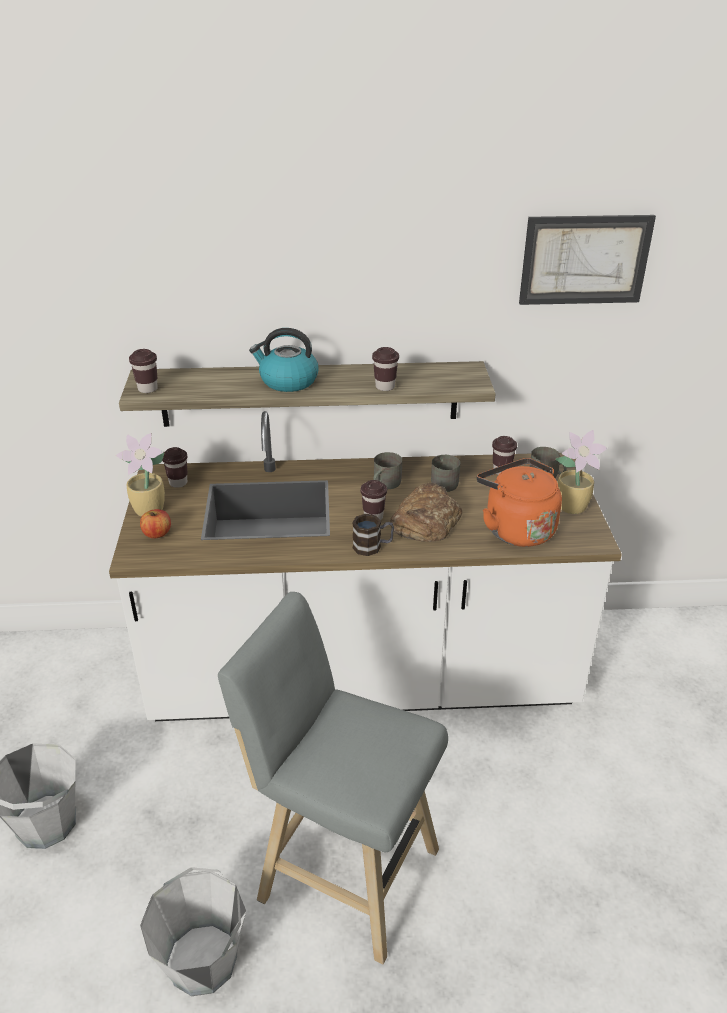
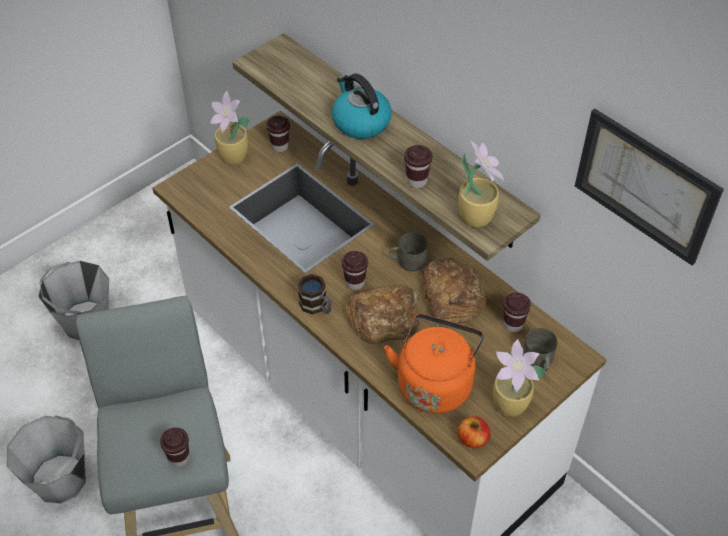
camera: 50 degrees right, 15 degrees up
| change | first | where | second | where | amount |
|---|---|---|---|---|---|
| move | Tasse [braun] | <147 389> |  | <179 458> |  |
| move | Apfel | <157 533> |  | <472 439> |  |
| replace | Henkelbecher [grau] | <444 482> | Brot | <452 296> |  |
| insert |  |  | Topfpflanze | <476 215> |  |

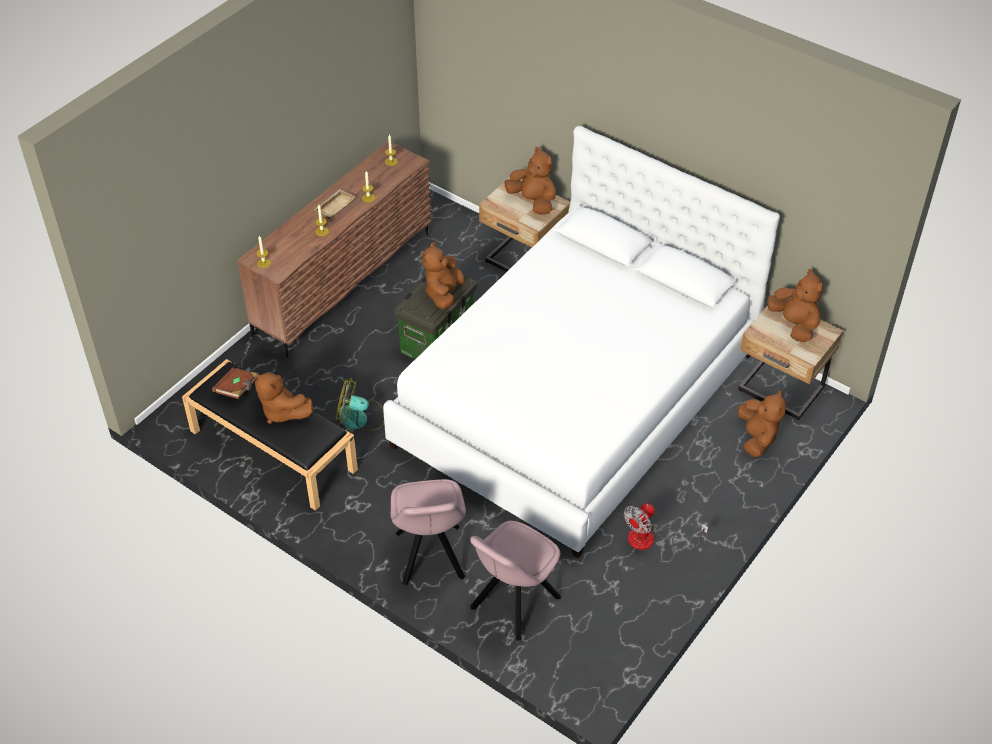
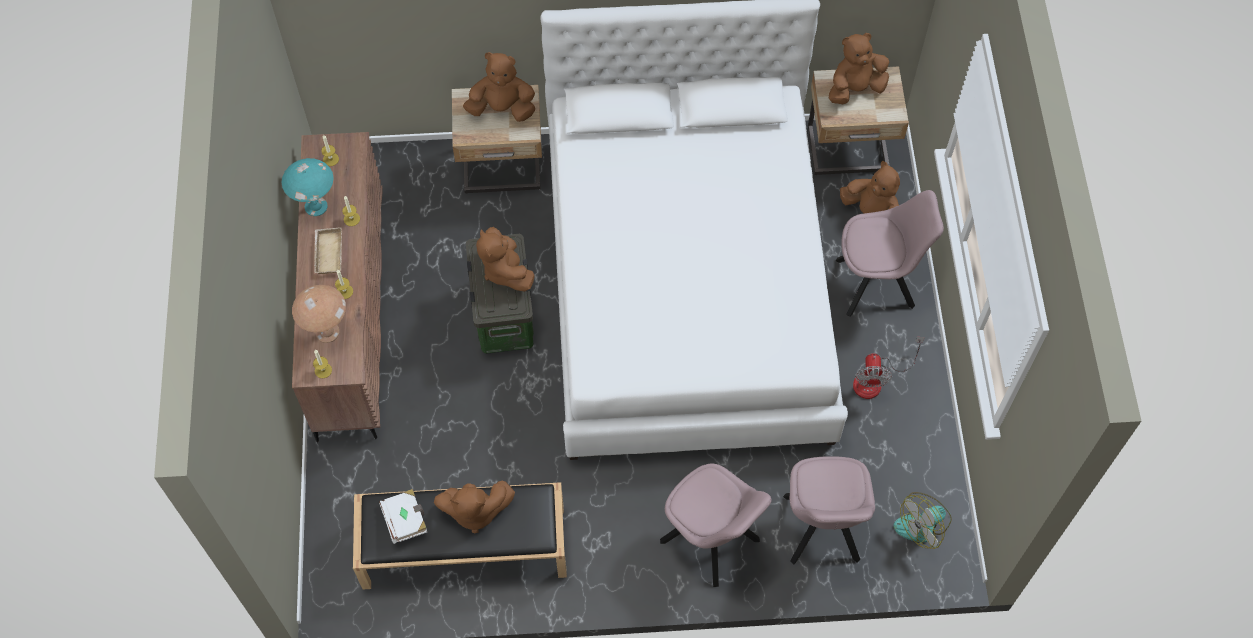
camera: 40 degrees left, 15 degrees up
| change | first | where | second | where | amount |
|---|---|---|---|---|---|
| recolor | Buch [braun] | <237 389> | Buch [weiß] | <405 520> |  |
| move | Ventilator | <360 419> |  | <923 523> |  |
| rotate | Plüschtier [braun] | <794 324> |  | <855 88> | 45 degrees counterclockwise |
| insert |  |  | Tischlampe [türkis] | <316 206> |  |
| insert |  |  | Tischlampe [braun] | <327 332> |  |
| insert |  |  | Stuhl [rosa] | <876 284> |  |

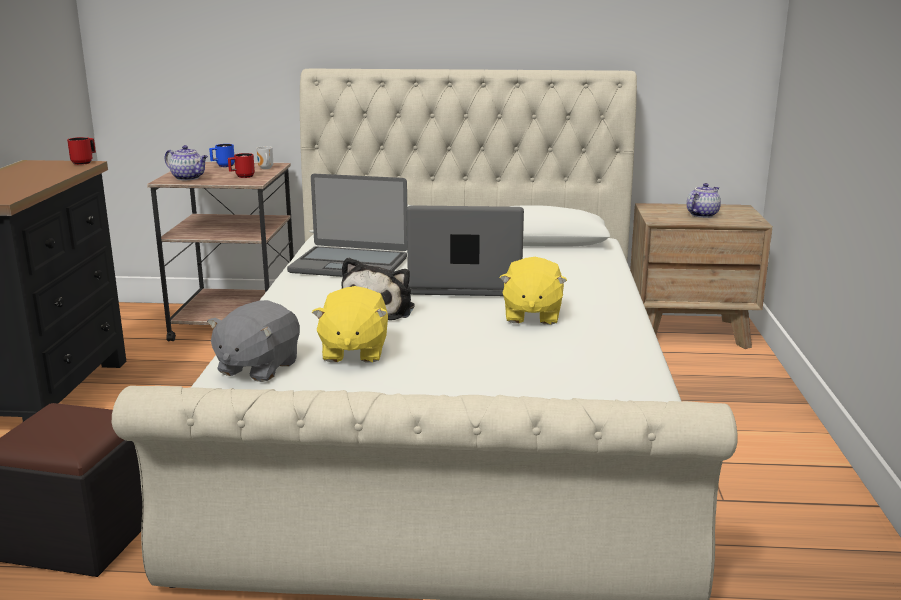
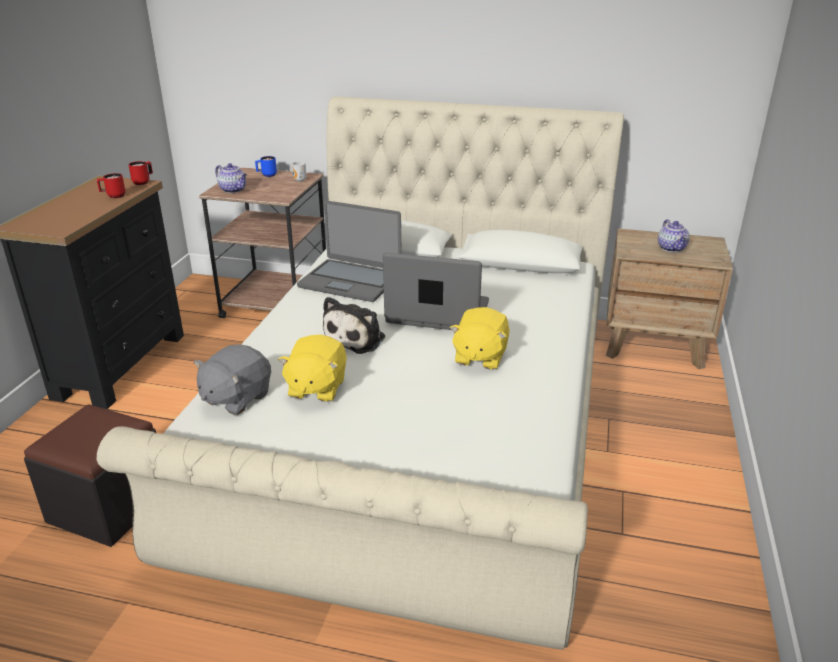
camera: 10 degrees right, 10 degrees up
| change | first | where | second | where | amount |
|---|---|---|---|---|---|
| move | Henkelbecher [rot] | <242 176> |  | <113 196> |  |
| rotate | Teekanne | <701 215> |  | <672 248> | 120 degrees clockwise |

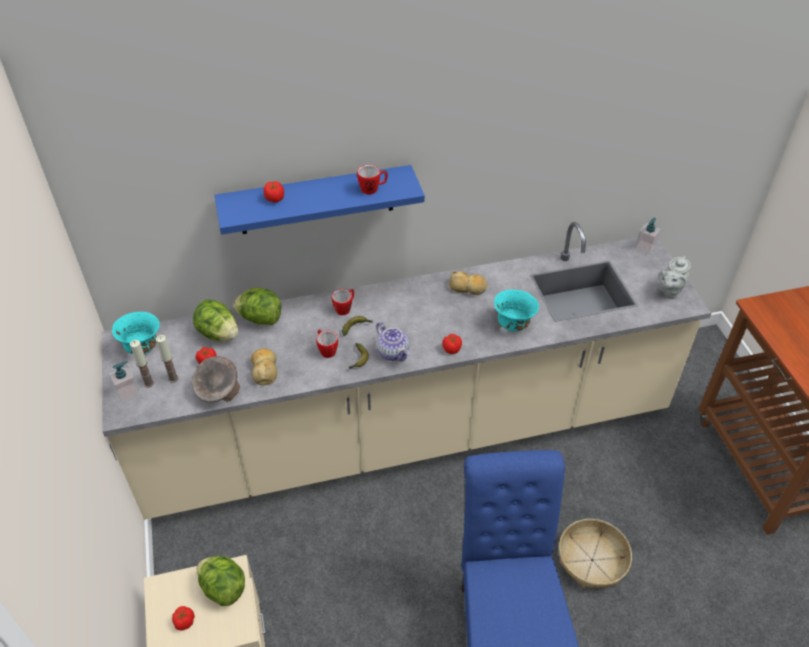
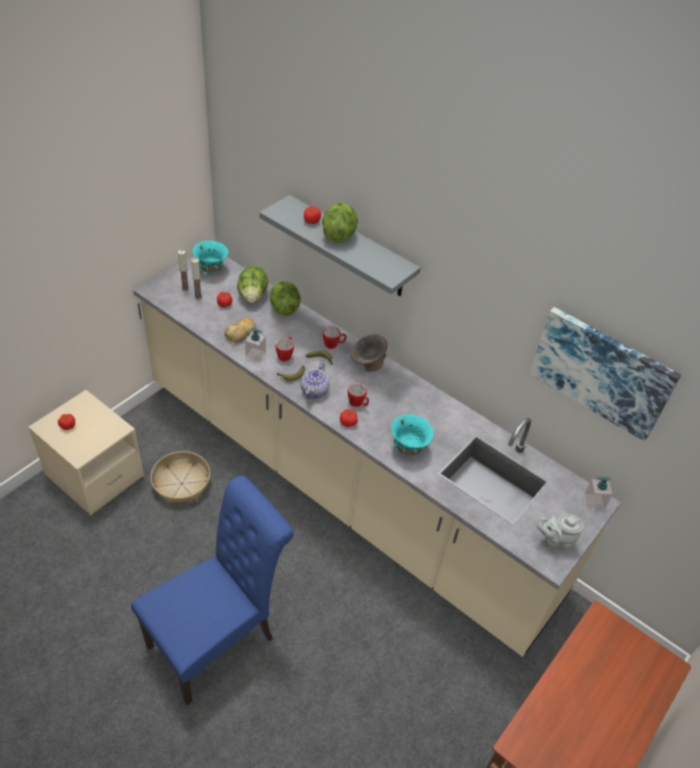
camera: 50 degrees right, 0 degrees up
| change | first | where | second | where | amount |
|---|---|---|---|---|---|
| move | Seifenspender | <128 392> |  | <255 354> |  |
| move | Schüssel [grau] | <219 393> |  | <367 363> |  |
| move | Salatkopf | <223 588> |  | <338 235> |  |
| recolor | Wandregal [blau] | <316 200> | Wandregal [grau] | <350 247> |  |
| move | Henkelbecher | <373 189> |  | <358 403> |  |
| delete | Brot | <468 287> |  |  |  |
| move | Korb | <592 559> |  | <182 483> |  |
| insert |  |  | Bild | <602 371> |  |

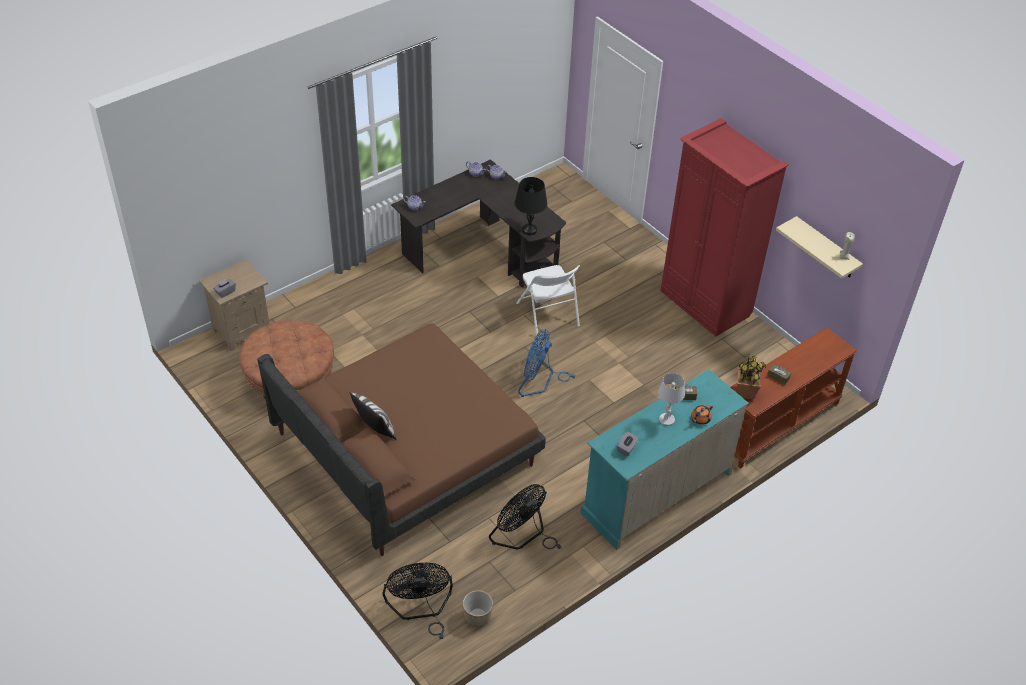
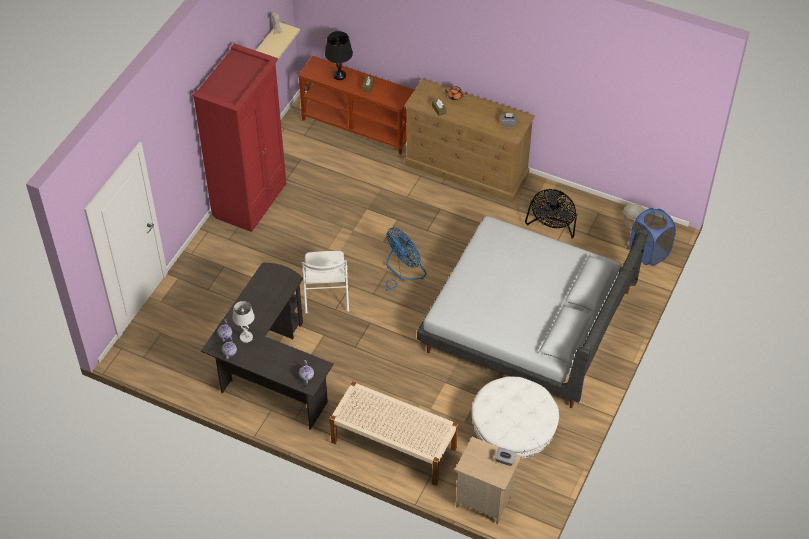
camera: 115 degrees left, 5 degrees up
| change | first | where | second | where | amount |
|---|---|---|---|---|---|
| recolor | Polsterhocker [braun] | <290 379> | Polsterhocker [weiß] | <513 432> |  |
| recolor | Bett [braun] | <406 449> | Bett [grau] | <528 321> |  |
| delete | Kissen | <375 429> |  |  |  |
| replace | Ventilator [schwarz] | <422 609> | Wäschekorb [blau] | <649 253> |  |
| move | Tischlampe [schwarz] | <529 230> |  | <339 75> |  |
| rotate | Stuhl [weiß] | <547 314> |  | <326 293> | 135 degrees clockwise |
| rotate | Ventilator [blau] | <541 378> |  | <400 270> | 120 degrees counterclockwise |
| recolor | Kommode [türkis] | <655 493> | Kommode [braun] | <467 170> |  |
| move | Tischlampe [weiß] | <666 419> |  | <246 337> |  |
| delete | Topfpflanze | <745 392> |  |  |  |
| insert |  |  | Bank [beige] | <393 445> |  |

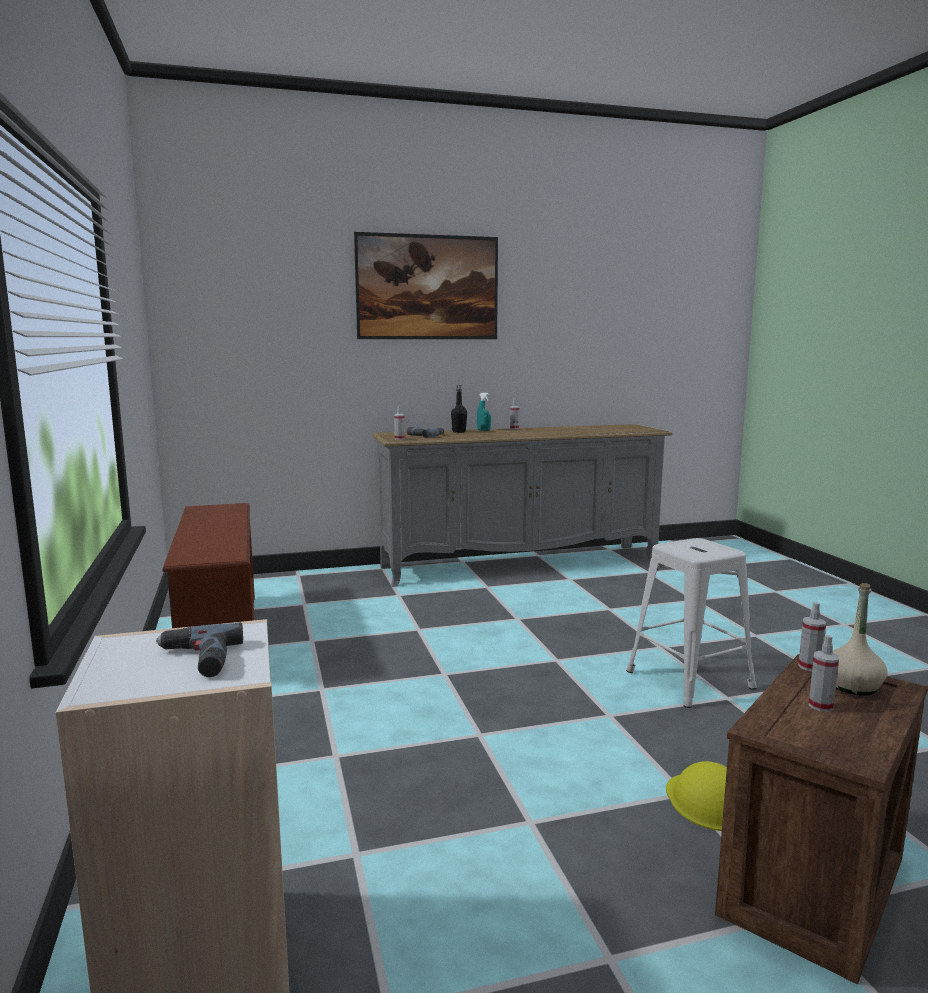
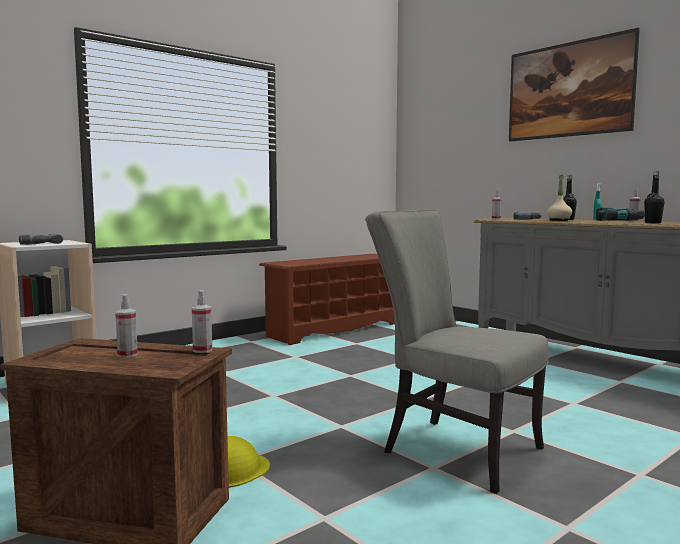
camera: 65 degrees right, 5 degrees down
| change | first | where | second | where | amount |
|---|---|---|---|---|---|
| replace | Hocker [weiß] | <689 679> | Stuhl [grau] | <452 448> |  |
| move | Flasche [beige] | <853 686> |  | <559 220> |  |
| insert |  |  | Bohrmaschine | <618 221> |  |
| insert |  |  | Flasche [schwarz] | <653 223> |  |

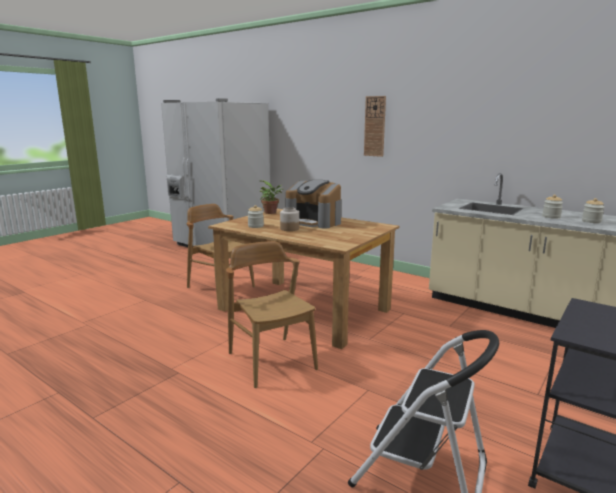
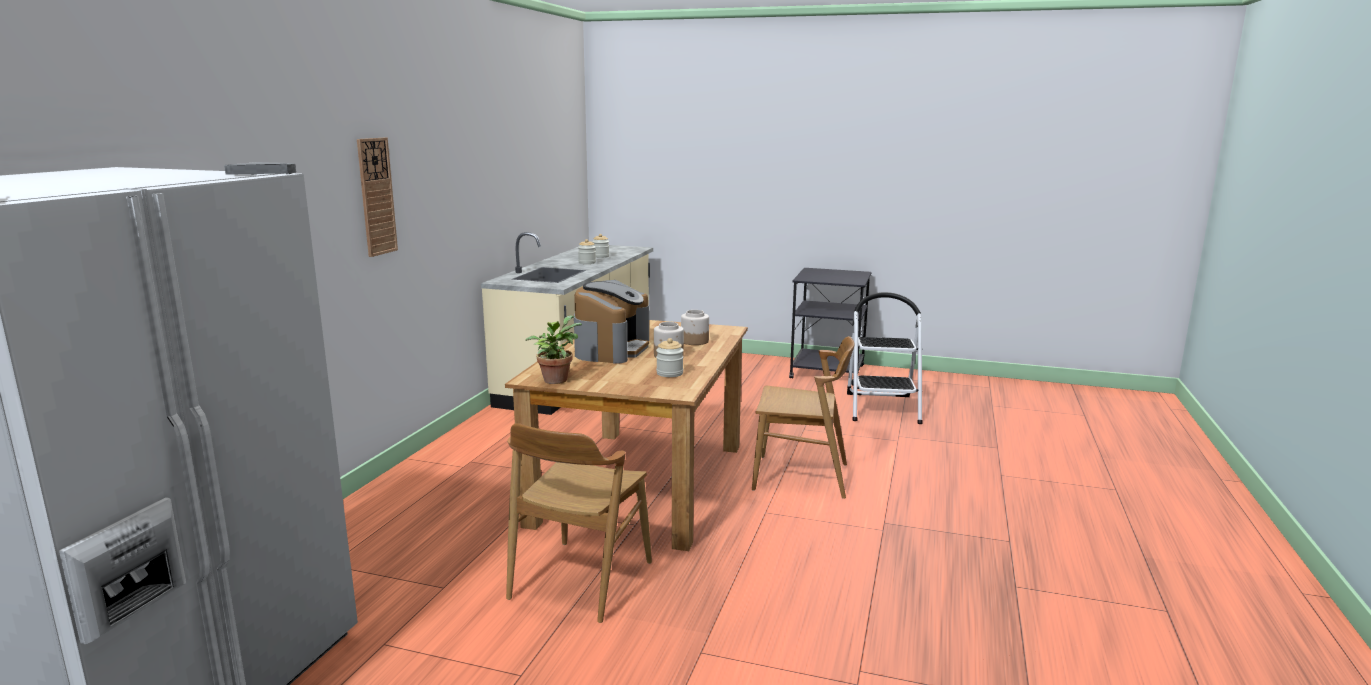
camera: 110 degrees left, 0 degrees up
| change | first | where | second | where | amount |
|---|---|---|---|---|---|
| rotate | Stuhl [braun] | <272 361> |  | <801 477> | 120 degrees counterclockwise |
| insert |  |  | Vorratsglas | <695 341> |  |

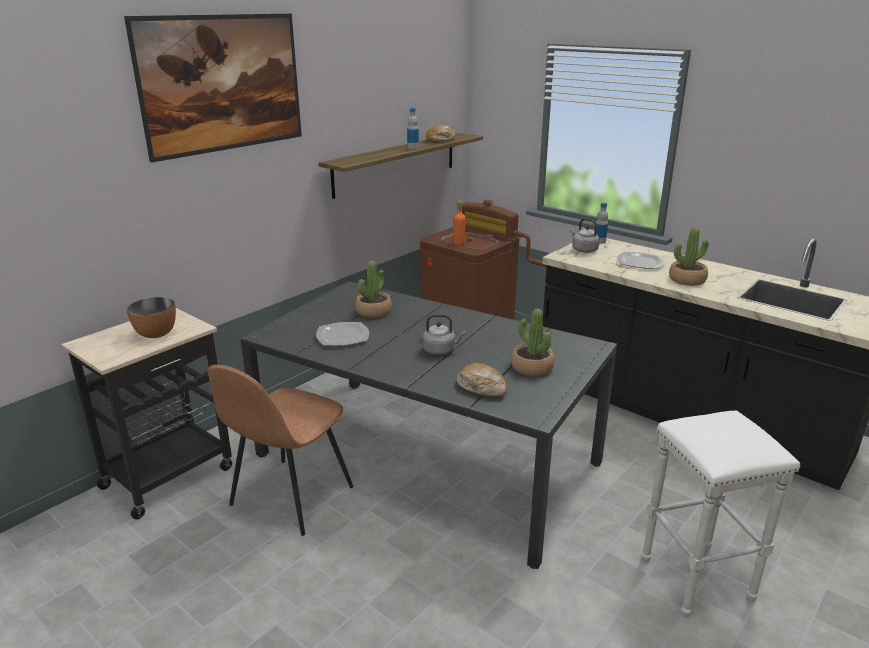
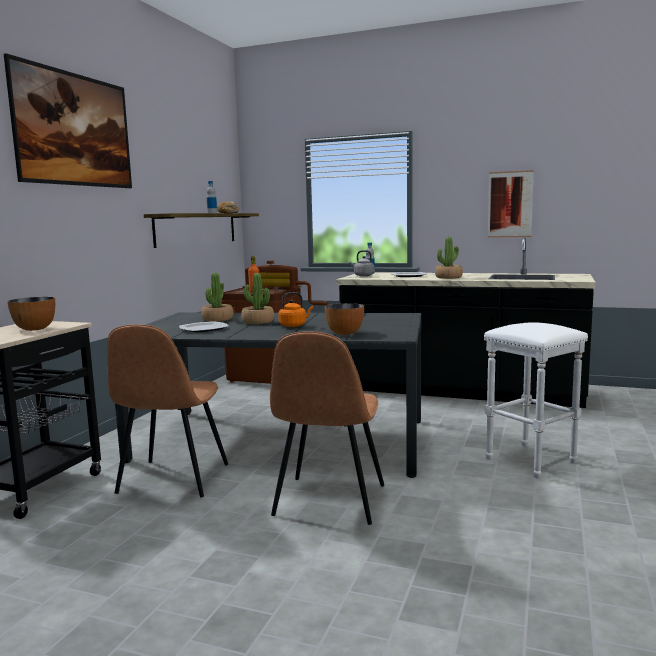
camera: 20 degrees left, 15 degrees down
| change | first | where | second | where | amount |
|---|---|---|---|---|---|
| recolor | Wasserkessel [grau] | <441 350> | Wasserkessel [orange] | <294 325> |  |
| replace | Brot | <482 387> | Schüssel | <345 333> |  |
| move | Topfpflanze | <531 367> |  | <257 322> |  |
| insert |  |  | Stuhl [braun] | <329 501> |  |
| insert |  |  | Bild | <510 204> |  |

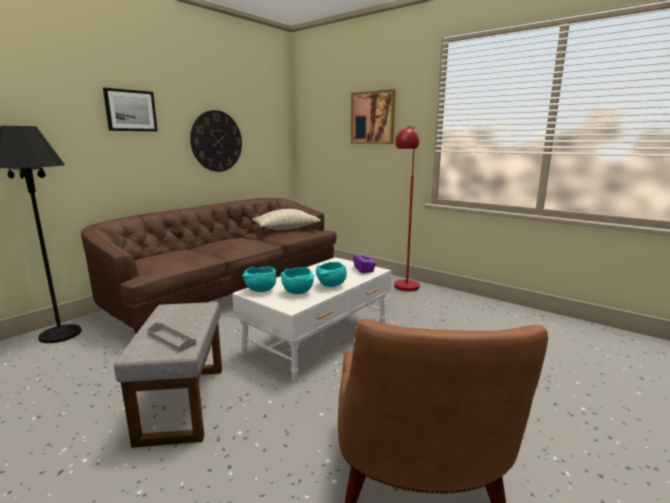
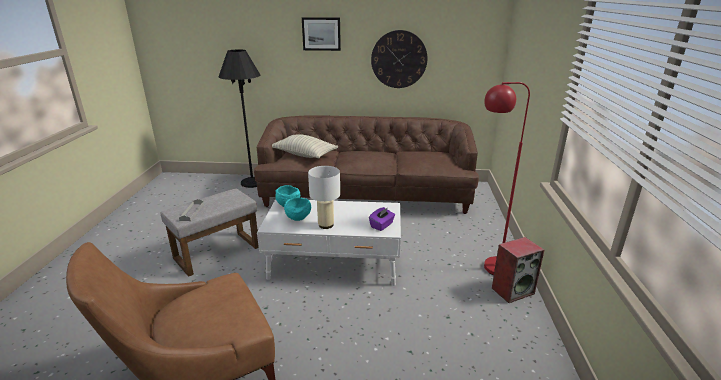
camera: 55 degrees right, 10 degrees up
| change | first | where | second | where | amount |
|---|---|---|---|---|---|
| move | Kissen | <286 229> |  | <304 155> |  |
| replace | Schüssel [türkis] | <331 286> | Tischlampe [weiß] | <325 225> |  |
| delete | Bild | <372 118> |  |  |  |
| insert |  |  | Lautsprecher | <512 290> |  |

